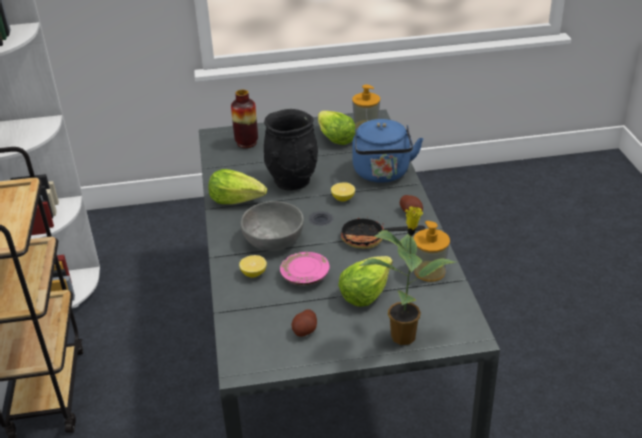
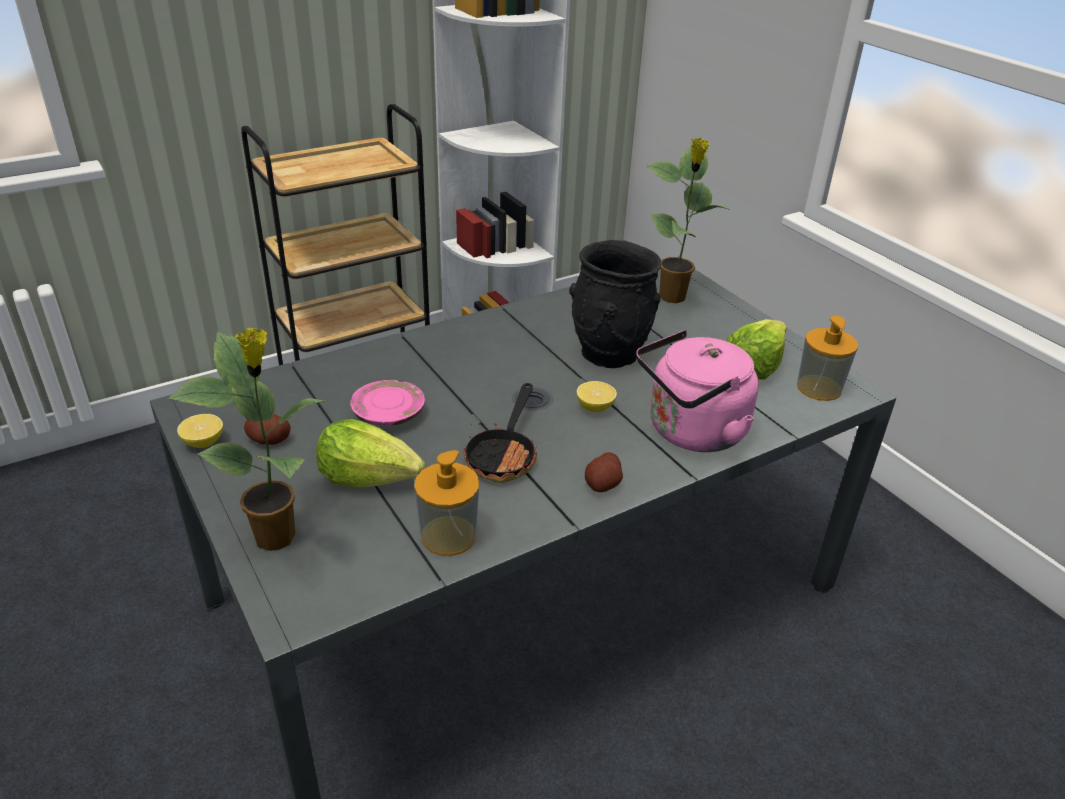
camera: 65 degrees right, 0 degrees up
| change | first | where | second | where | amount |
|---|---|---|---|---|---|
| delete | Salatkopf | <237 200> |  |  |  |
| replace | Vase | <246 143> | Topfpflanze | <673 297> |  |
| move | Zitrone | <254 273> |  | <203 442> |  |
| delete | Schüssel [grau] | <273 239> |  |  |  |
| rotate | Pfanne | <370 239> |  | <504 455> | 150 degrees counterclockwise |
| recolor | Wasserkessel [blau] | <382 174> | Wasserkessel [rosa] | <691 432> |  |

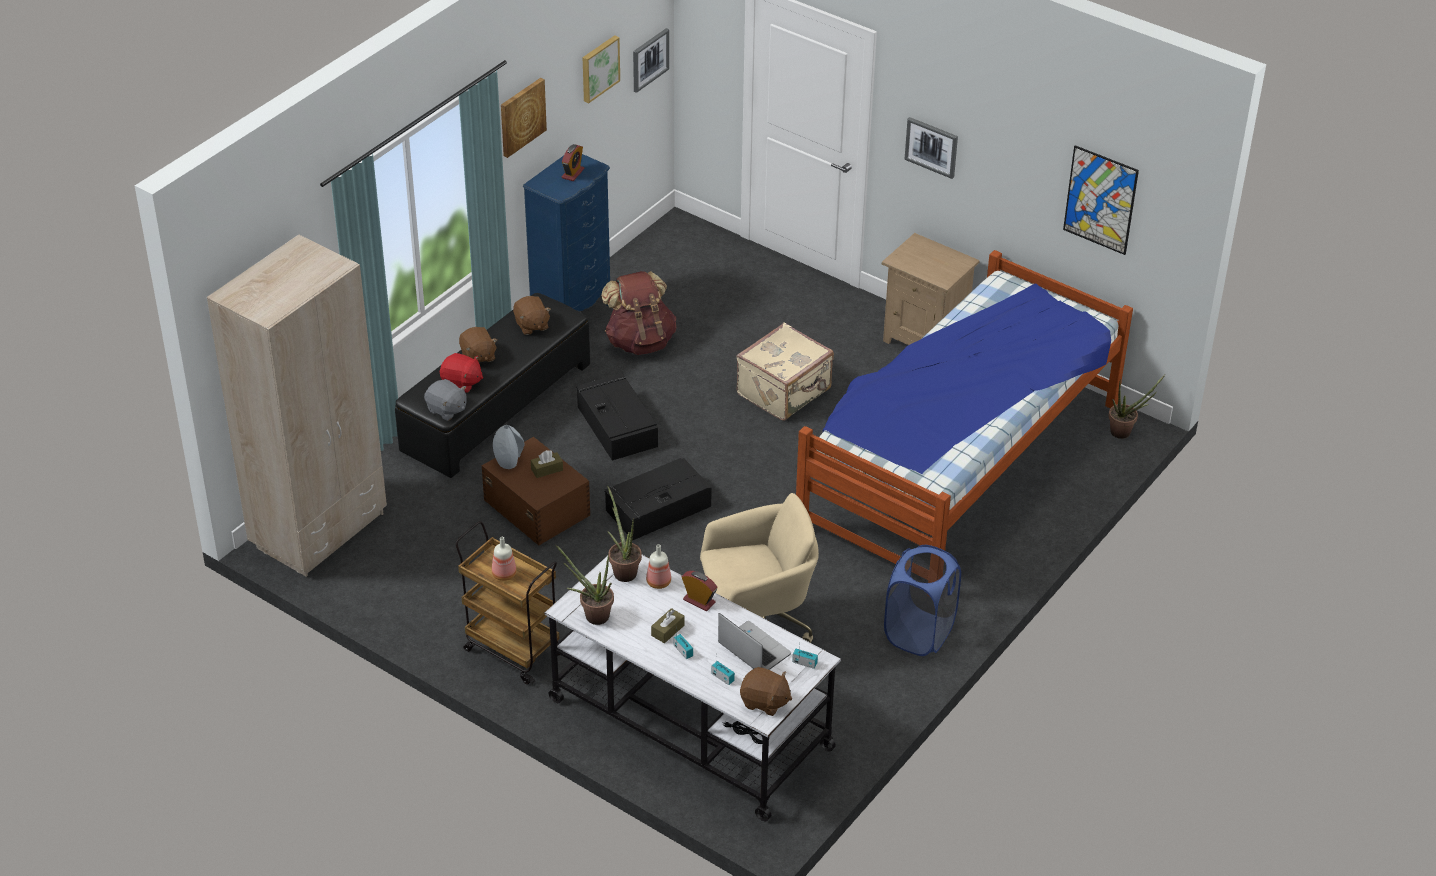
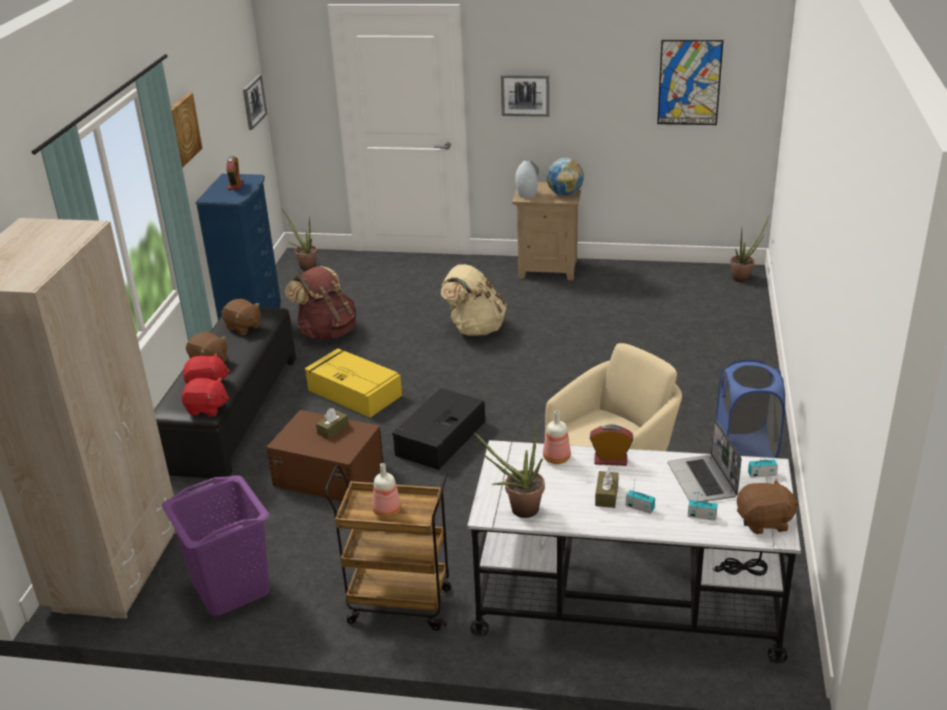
camera: 25 degrees left, 10 degrees down
| change | first | where | second | where | amount |
|---|---|---|---|---|---|
| recolor | Plüschtier [grau] | <446 410> | Plüschtier [rot] | <207 409> |  |
| move | Vase [grau] | <509 461> |  | <527 195> |  |
| recolor | Aufbewahrungsbox [schwarz] | <616 425> | Aufbewahrungsbox [gelb] | <353 392> |  |
| delete | Bild | <599 68> |  |  |  |
| move | Topfpflanze | <623 570> |  | <305 266> |  |
| rotate | Laptop | <753 649> |  | <703 481> | 120 degrees counterclockwise |
| replace | Koffer [beige] | <785 392> | Rucksack [beige] | <474 329> |  |
| delete | Bett | <958 464> |  |  |  |
| insert |  |  | Wäschekorb [lila] | <232 588> |  |
| insert |  |  | Globus | <564 194> |  |

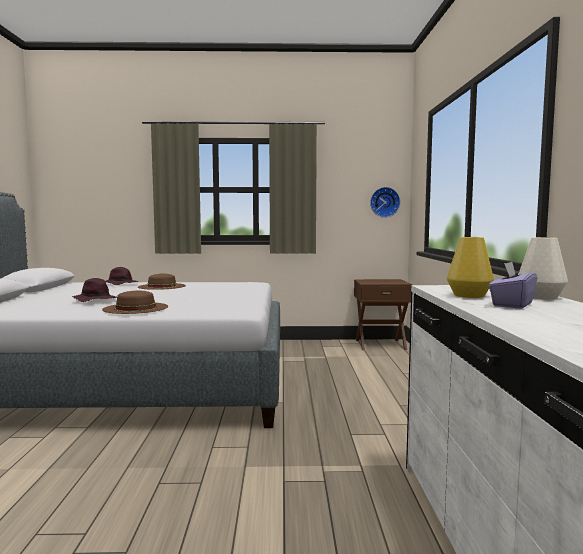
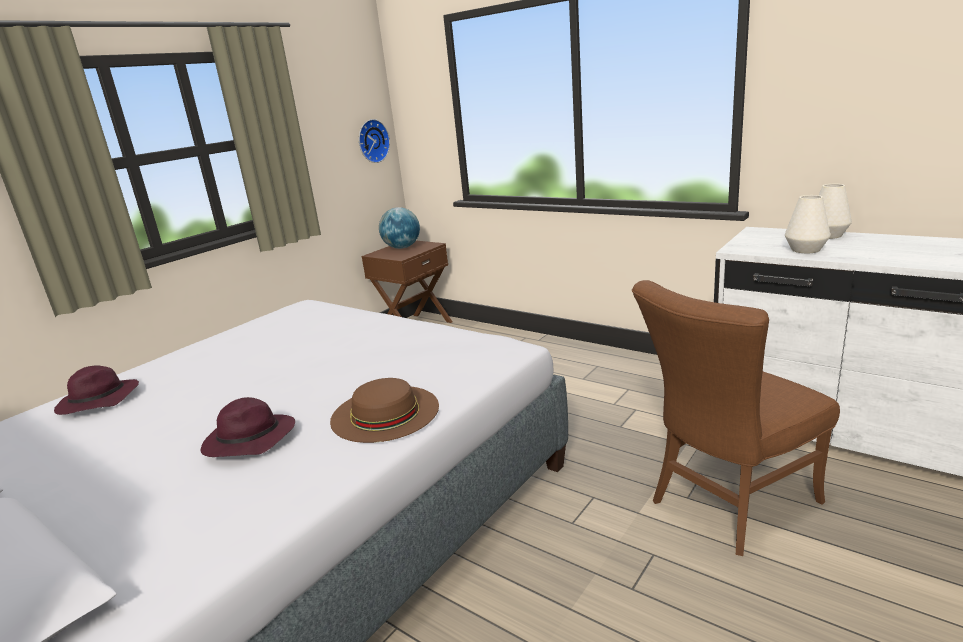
camera: 50 degrees left, 15 degrees up
| change | first | where | second | where | amount |
|---|---|---|---|---|---|
| delete | Hut [braun] | <162 286> |  |  |  |
| recolor | Vase [gelb] | <469 295> | Vase [weiß] | <805 250> |  |
| delete | Taschentuchbox [lila] | <511 304> |  |  |  |
| insert |  |  | Globus | <402 247> |  |
| insert |  |  | Stuhl [braun] | <726 504> |  |

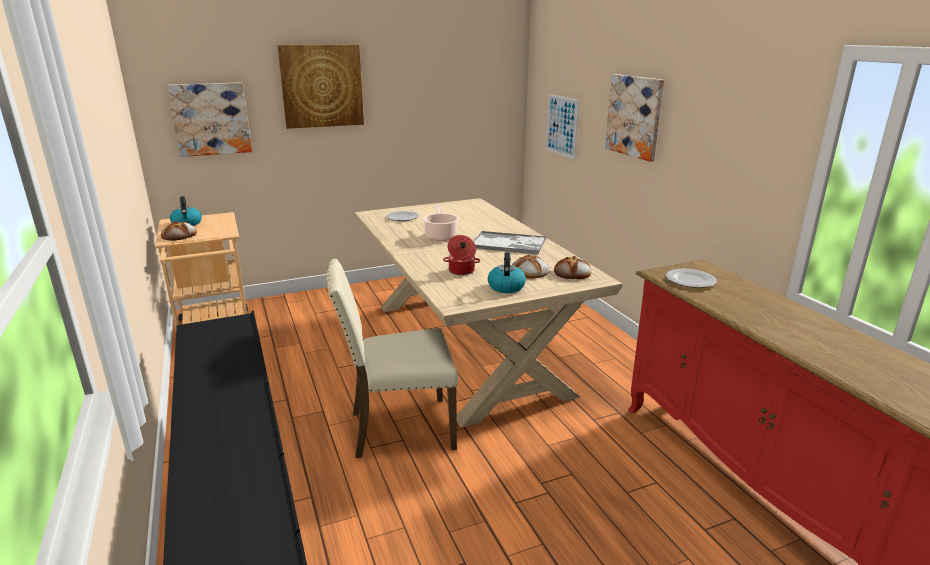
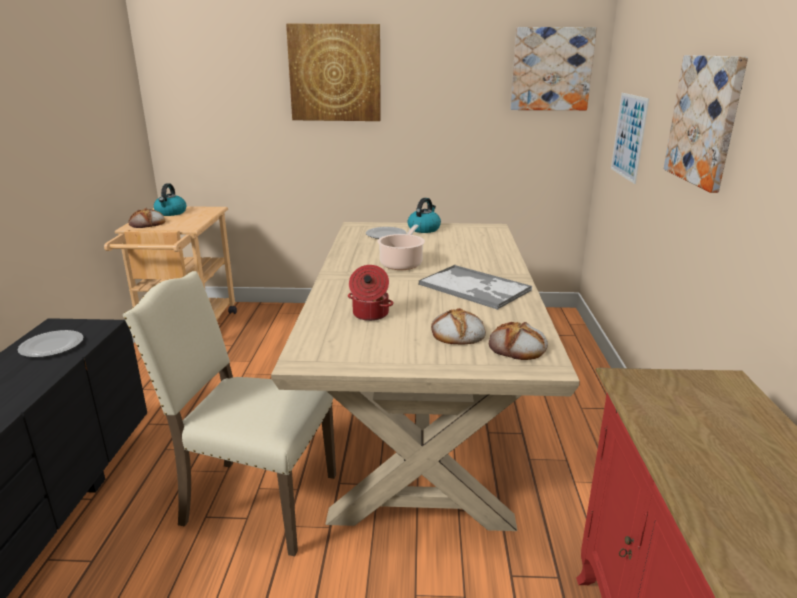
camera: 25 degrees right, 0 degrees up
| change | first | where | second | where | amount |
|---|---|---|---|---|---|
| move | Bild | <211 119> |  | <551 69> |  |
| move | Wasserkessel | <506 286> |  | <424 229> |  |
| move | Teller | <689 280> |  | <51 346> |  |

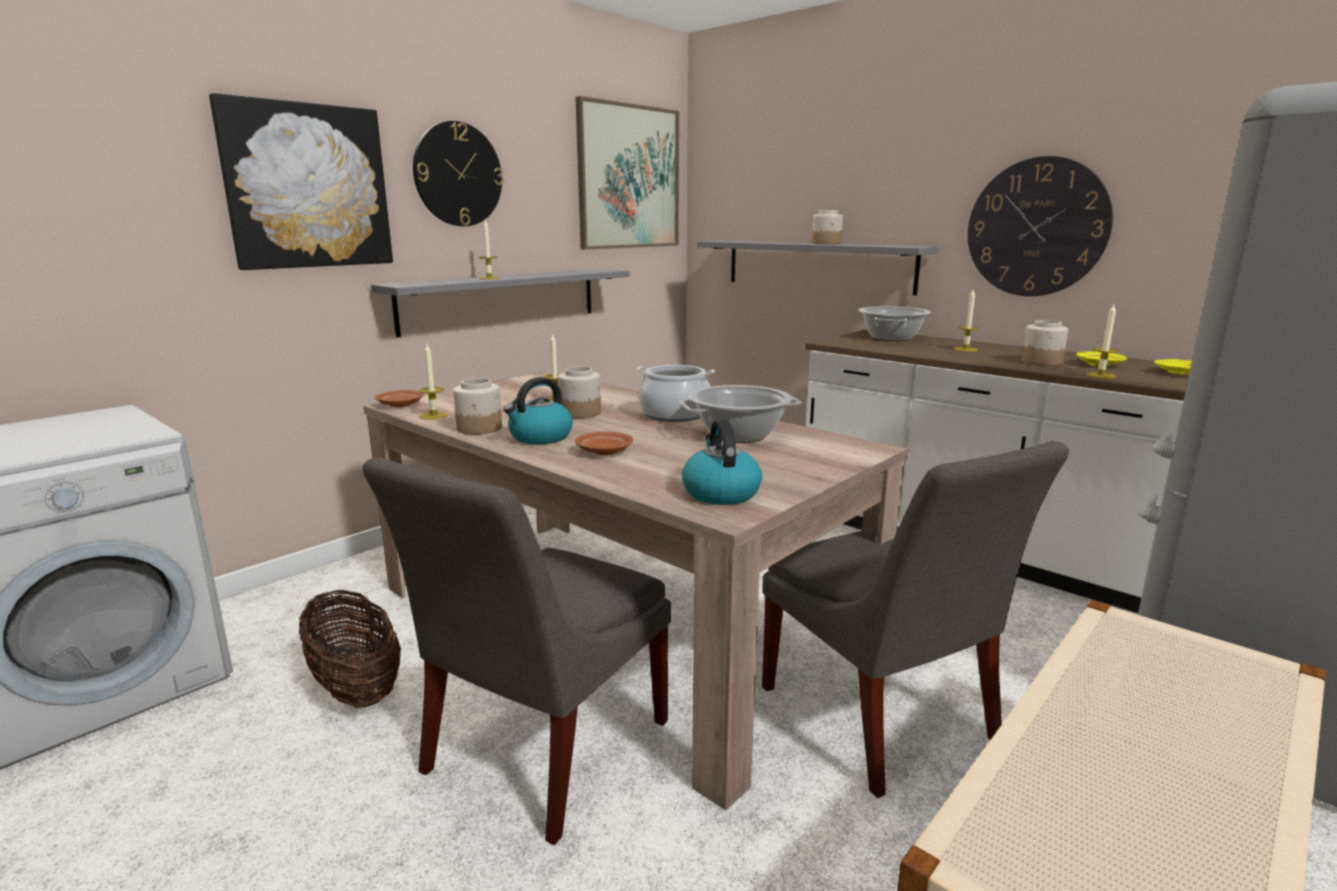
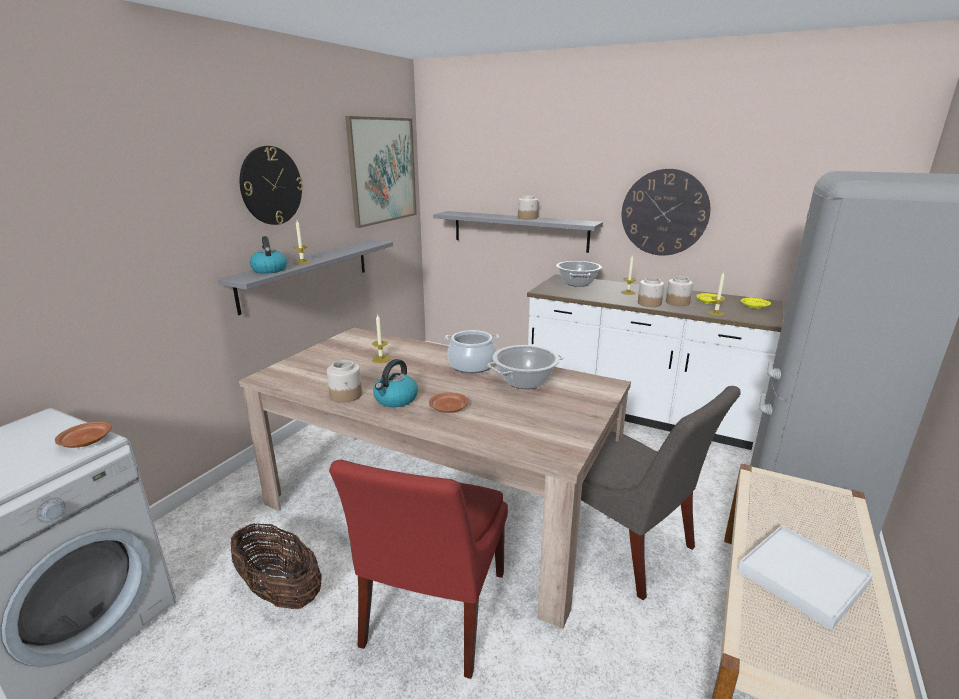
camera: 15 degrees left, 5 degrees up
| change | first | where | second | where | amount |
|---|---|---|---|---|---|
| delete | Bild | <307 186> |  |  |  |
| recolor | Stuhl [grau] | <540 751> | Stuhl [rot] | <432 613> |  |
| move | Teller [braun] | <400 405> |  | <85 442> |  |
| delete | Kerze | <434 415> |  |  |  |
| move | Vorratsglas | <581 413> |  | <649 303> |  |
| move | Wasserkessel | <720 492> |  | <269 270> |  |
| insert |  |  | Tablett [weiß] | <802 578> |  |

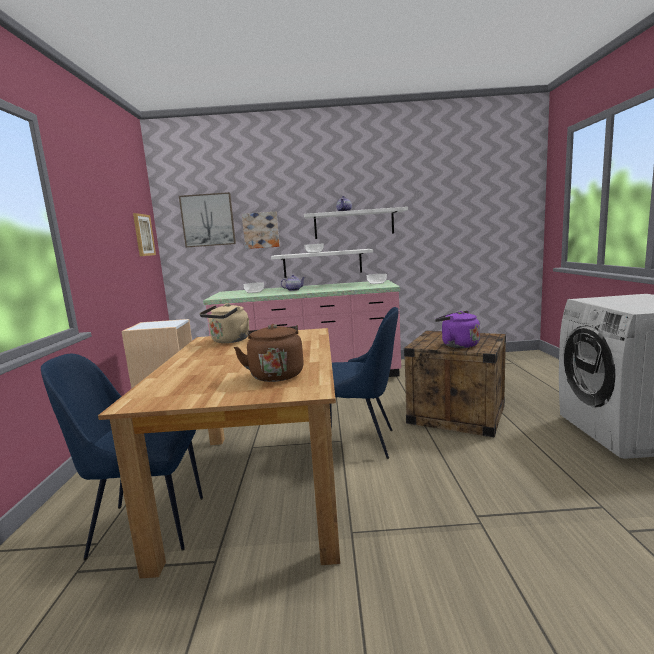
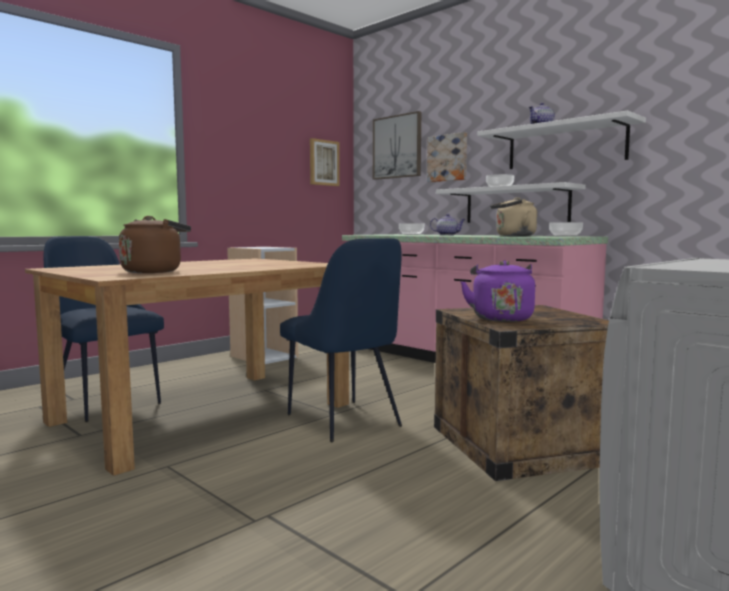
camera: 45 degrees right, 5 degrees down
| change | first | where | second | where | amount |
|---|---|---|---|---|---|
| move | Wasserkessel [beige] | <229 341> |  | <513 236> |  |

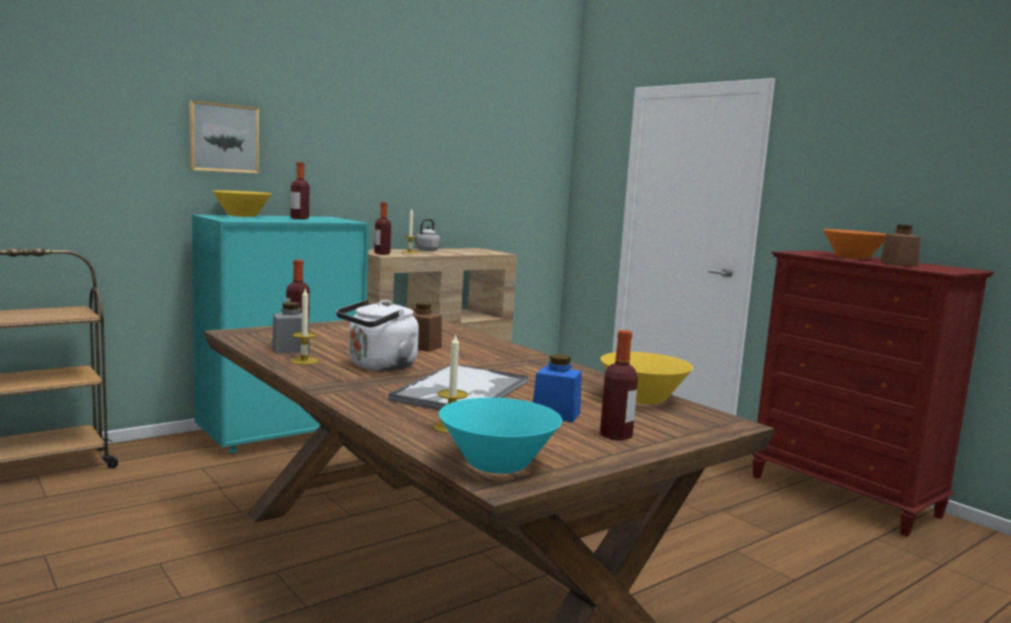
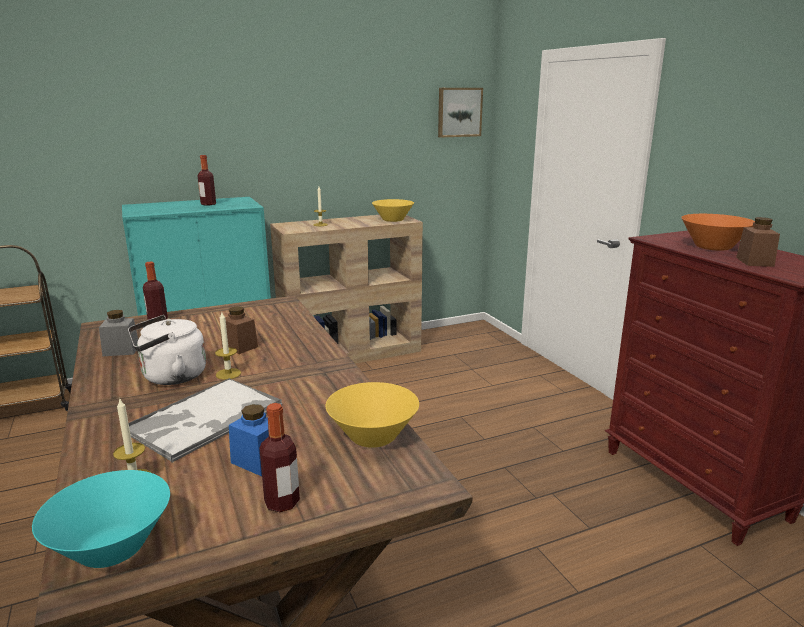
camera: 15 degrees right, 10 degrees up
| change | first | where | second | where | amount |
|---|---|---|---|---|---|
| move | Bild | <223 138> |  | <459 112> |  |
| move | Schüssel [gelb] | <242 216> |  | <393 220> |  |
| move | Kerze | <304 361> |  | <228 374> |  |
| delete | Flasche | <382 253> |  |  |  |
| delete | Wasserkessel [grau] | <426 250> |  |  |  |

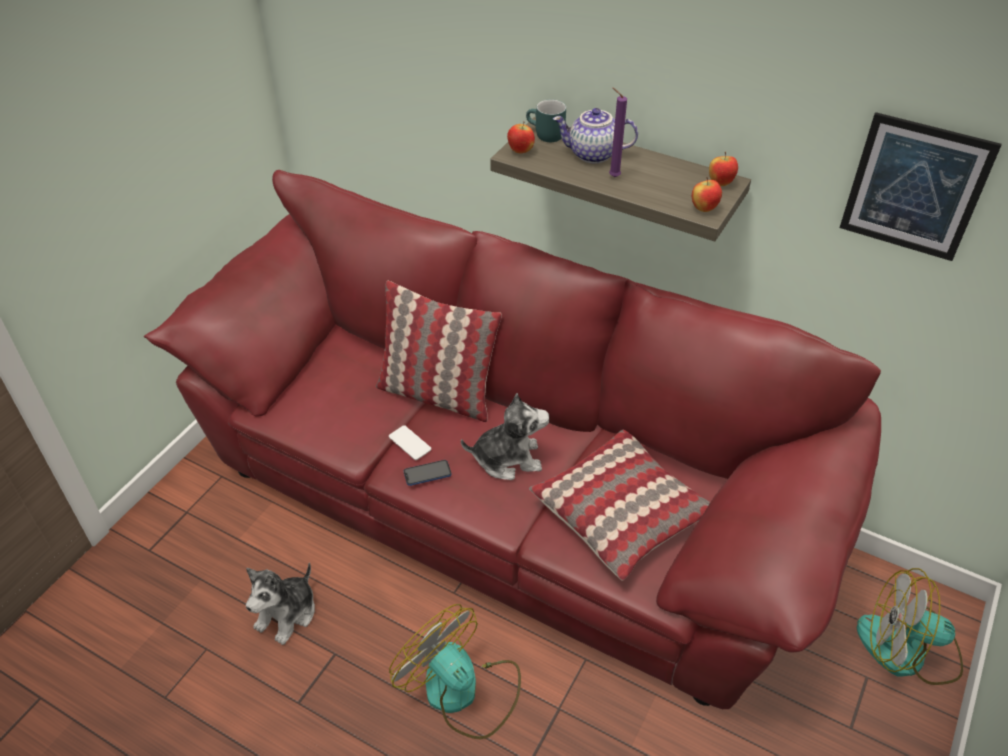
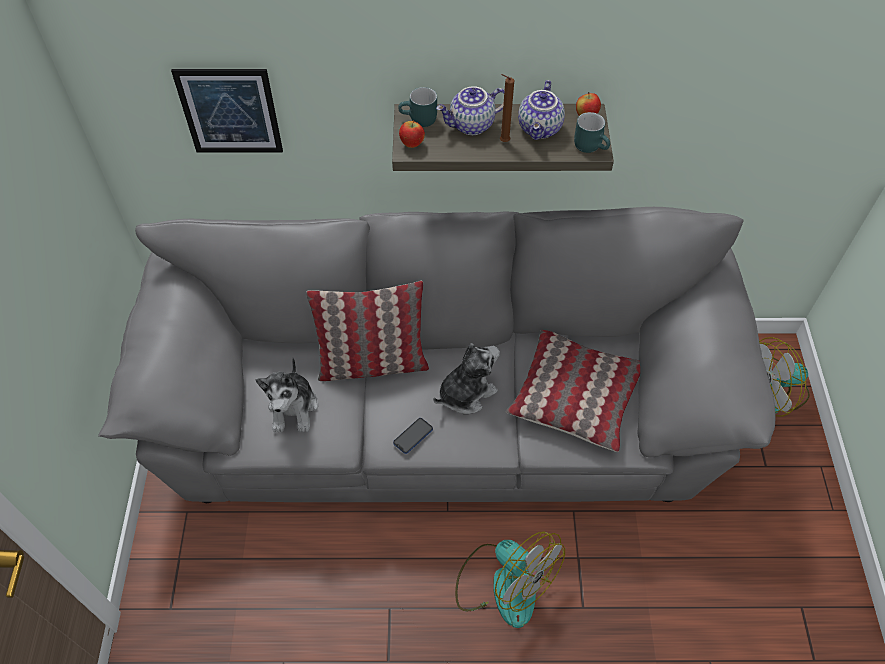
camera: 30 degrees left, 10 degrees up
| change | first | where | second | where | amount |
|---|---|---|---|---|---|
| recolor | Sofa [rot] | <502 513> | Sofa [grau] | <442 428> |  |
| move | Plüschtier | <287 614> |  | <293 408> |  |
| delete | Handy | <410 443> |  |  |  |
| rotate | Ventilator | <462 691> |  | <504 583> | 150 degrees counterclockwise |
| recolor | Kerze [lila] | <612 176> | Kerze [braun] | <502 142> |  |
| replace | Apfel | <704 208> | Henkelbecher [türkis] | <591 146> |  |
| move | Bild | <915 187> |  | <230 111> |  |
| insert |  |  | Teekanne | <540 129> |  |

